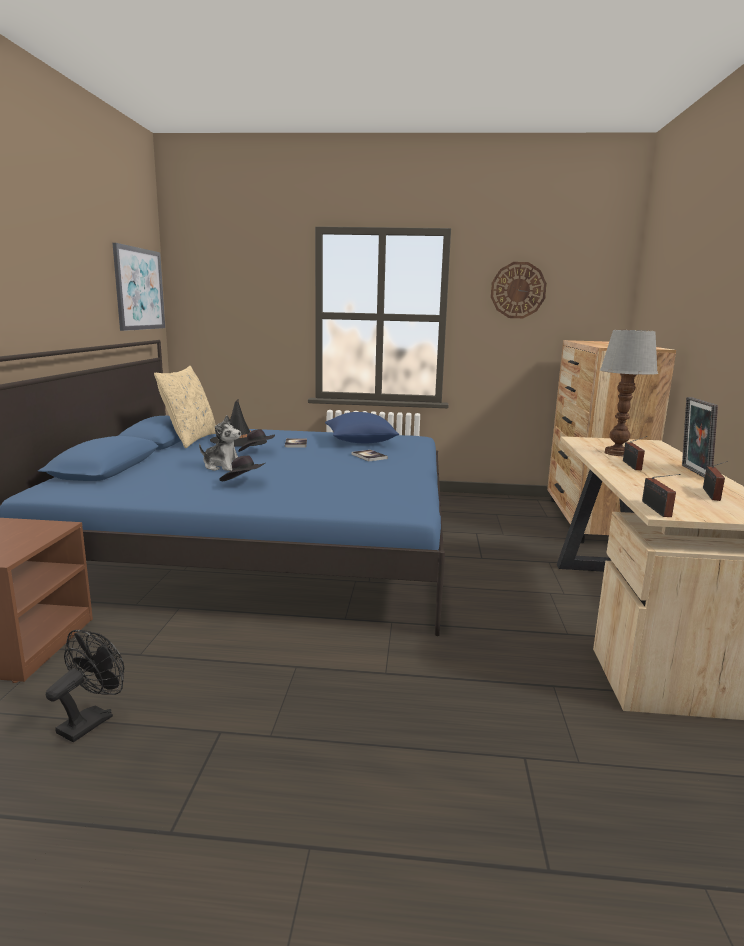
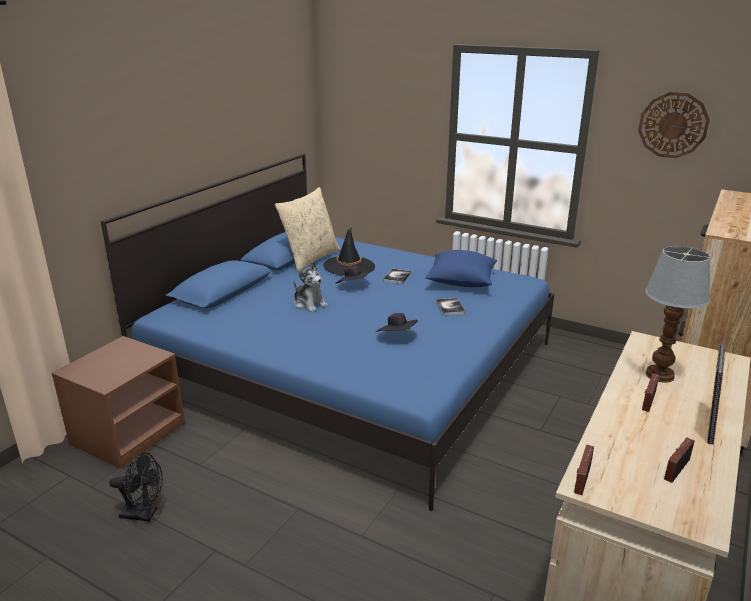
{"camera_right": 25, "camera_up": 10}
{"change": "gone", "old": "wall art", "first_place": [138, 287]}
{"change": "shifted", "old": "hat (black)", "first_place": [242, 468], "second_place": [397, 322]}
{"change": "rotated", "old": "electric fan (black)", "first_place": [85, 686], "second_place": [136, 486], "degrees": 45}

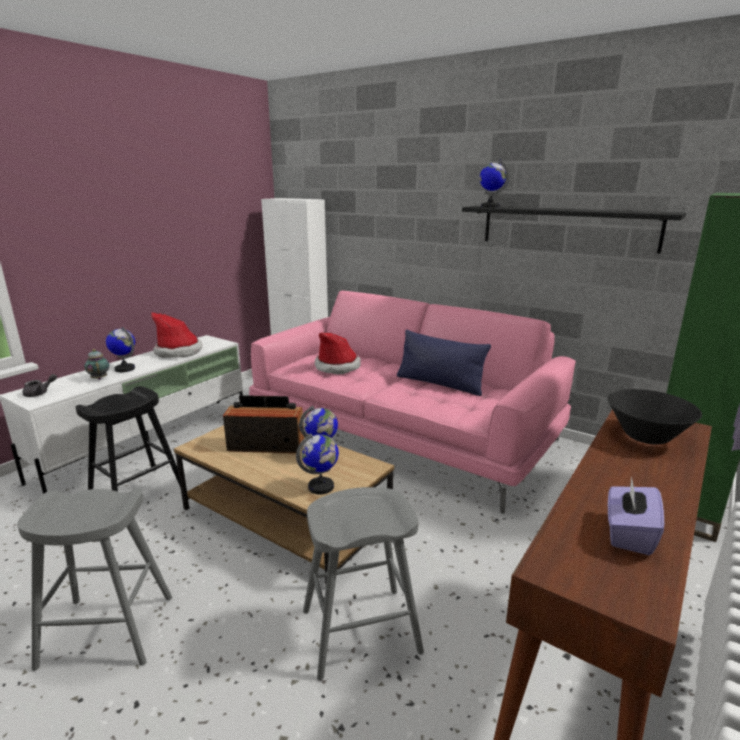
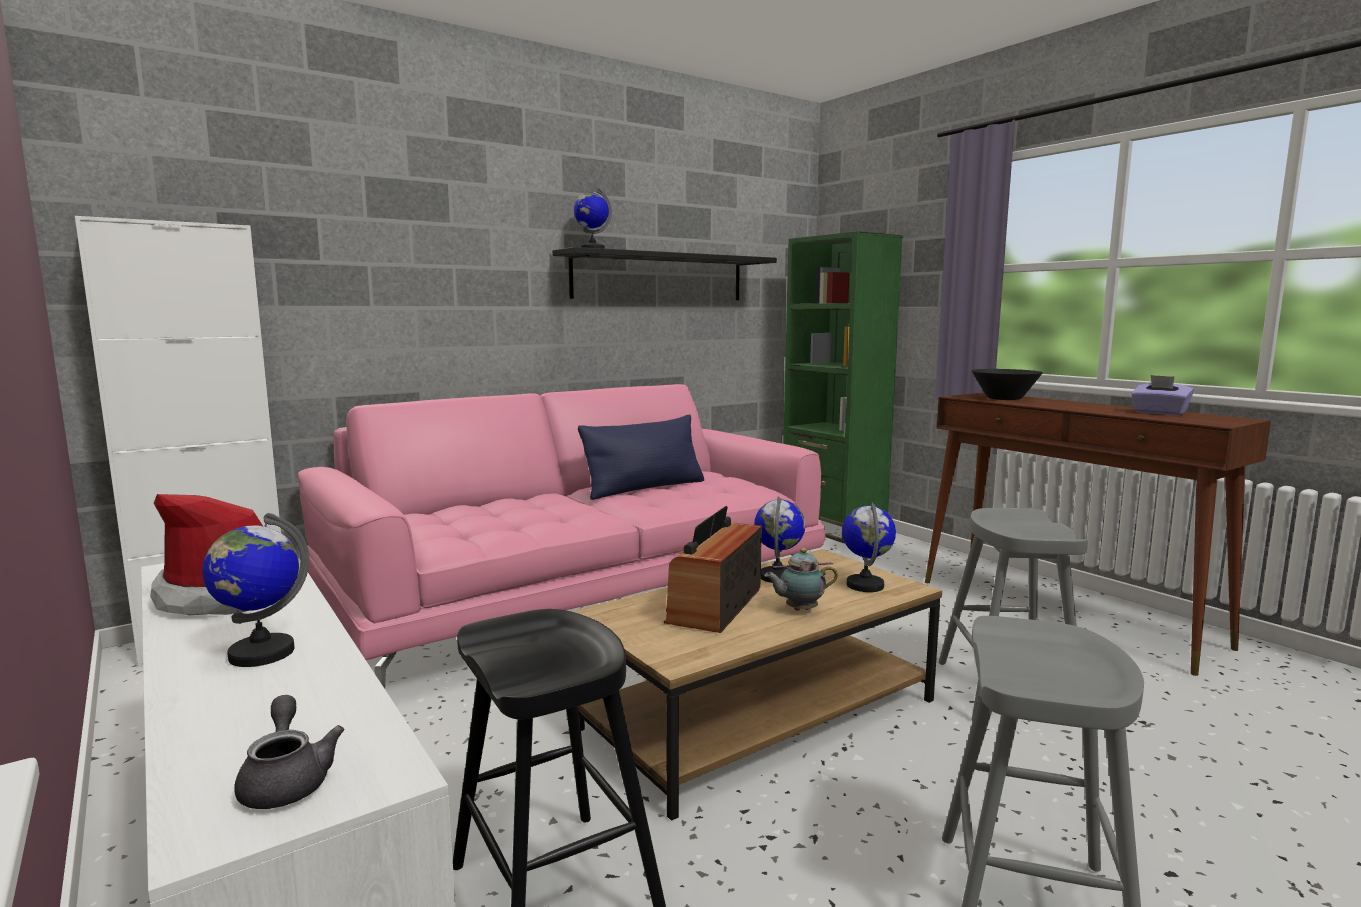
{"camera_right": -70, "camera_up": -10}
{"change": "gone", "old": "hat", "first_place": [338, 353]}
{"change": "shifted", "old": "tea pot", "first_place": [96, 364], "second_place": [801, 579]}

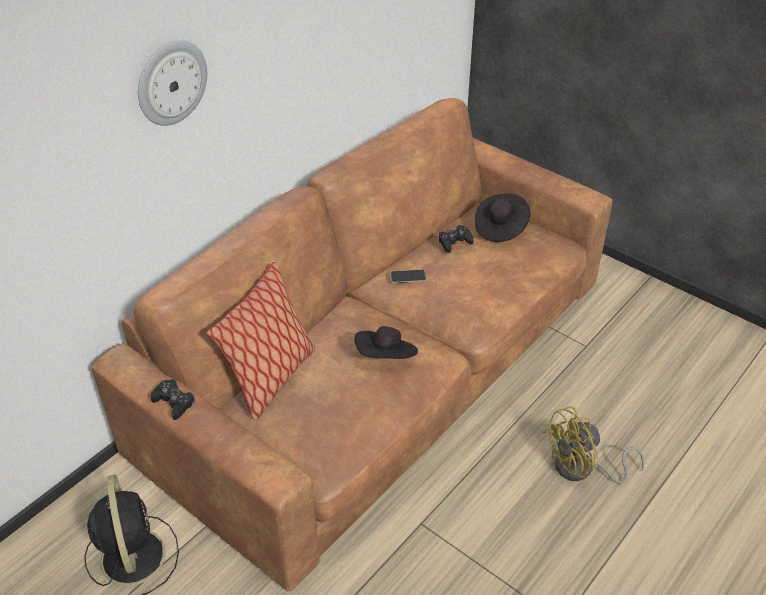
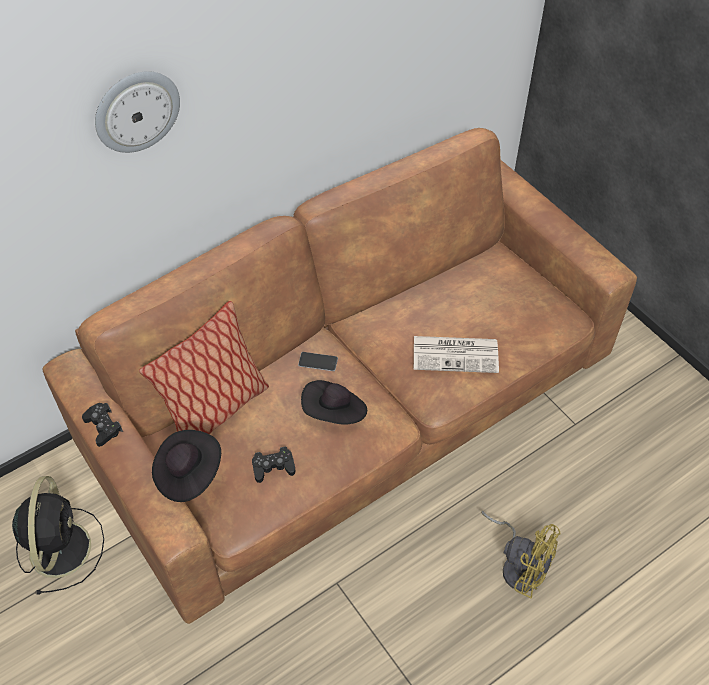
{"camera_right": 15, "camera_up": 10}
{"change": "shifted", "old": "hat (black)", "first_place": [502, 217], "second_place": [186, 466]}
{"change": "shifted", "old": "gamepad (black)", "first_place": [456, 239], "second_place": [273, 465]}
{"change": "shifted", "old": "phone", "first_place": [408, 276], "second_place": [318, 361]}
{"change": "rotated", "old": "electric fan (yellow-coloured)", "first_place": [594, 445], "second_place": [521, 555], "degrees": -135}
{"change": "new", "new": "daily paper", "second_place": [456, 354]}

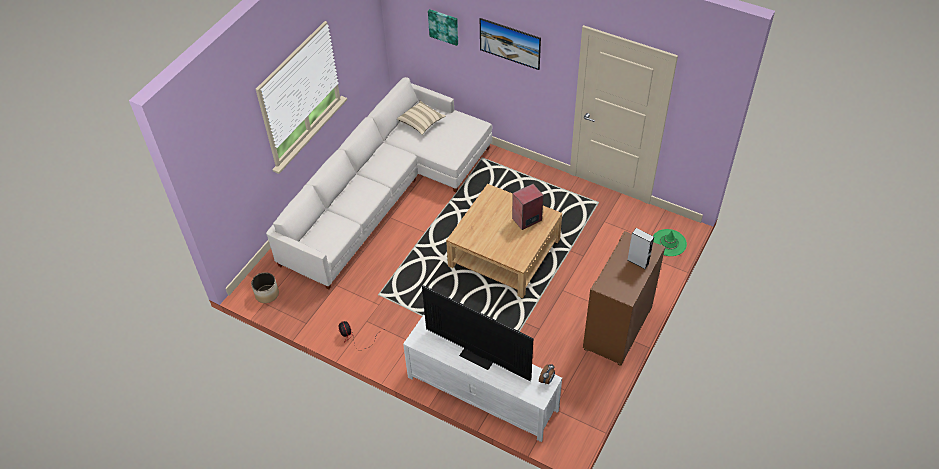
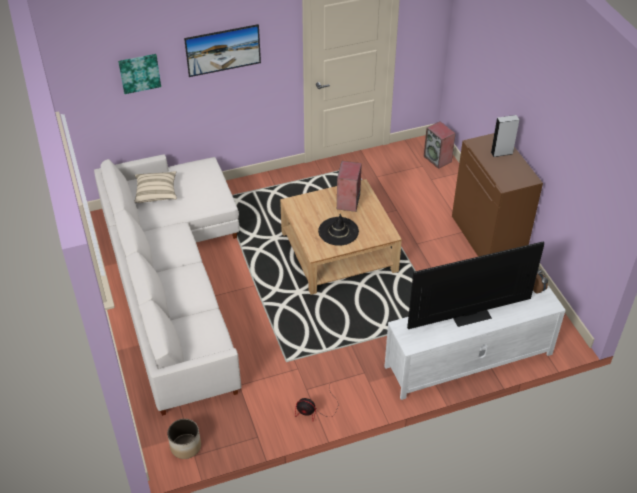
{"camera_right": -50, "camera_up": -5}
{"change": "swapped", "old": "hat (green)", "new": "audio speaker", "first_place": [670, 242], "second_place": [439, 145]}
{"change": "new", "new": "hat (black)", "second_place": [338, 230]}

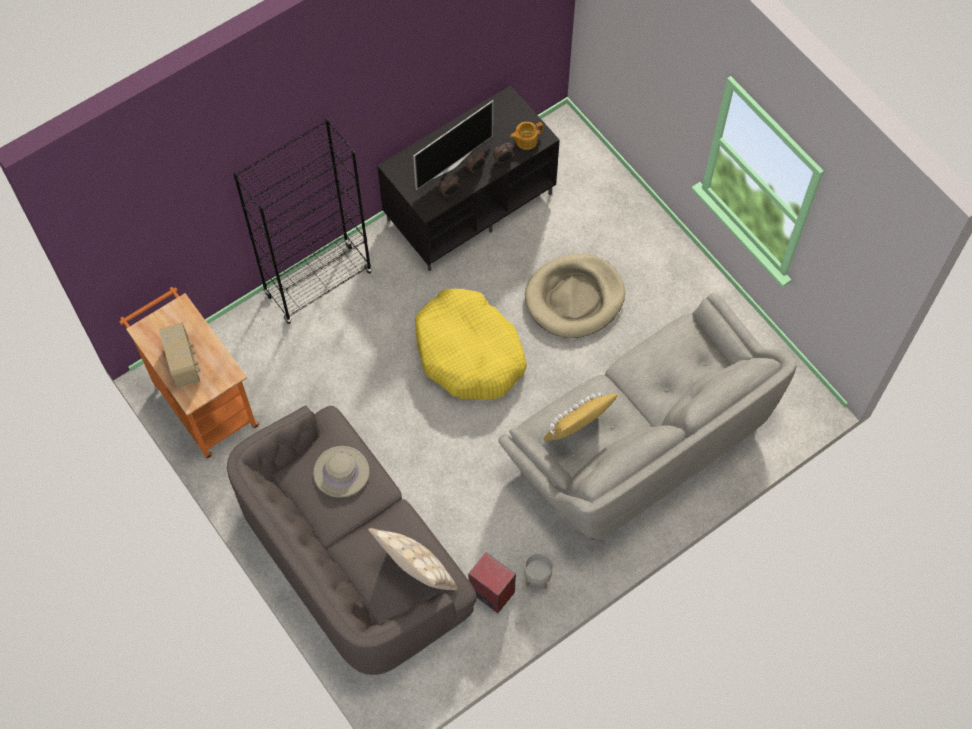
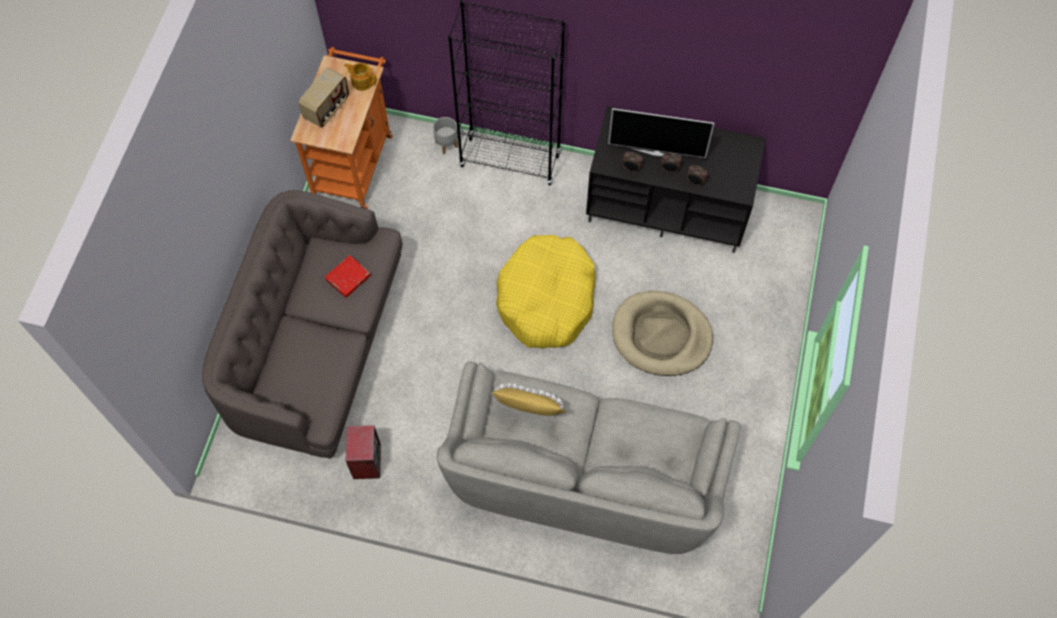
{"camera_right": 50, "camera_up": 0}
{"change": "shifted", "old": "tea pot", "first_place": [526, 136], "second_place": [360, 77]}
{"change": "swapped", "old": "hat (sand-coloured)", "new": "bound book (red-coloured)", "first_place": [341, 471], "second_place": [348, 276]}
{"change": "gone", "old": "cushion (sand-coloured)", "first_place": [412, 559]}
{"change": "shifted", "old": "plant pot (greyish)", "first_place": [538, 571], "second_place": [445, 136]}

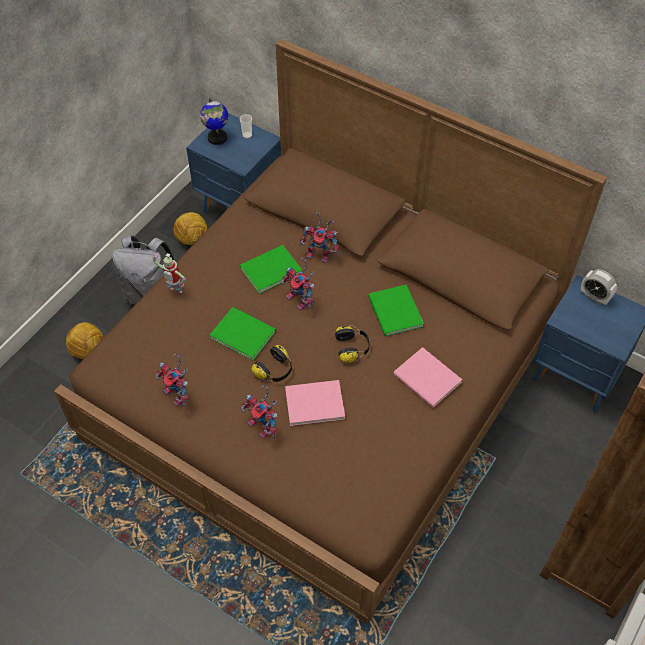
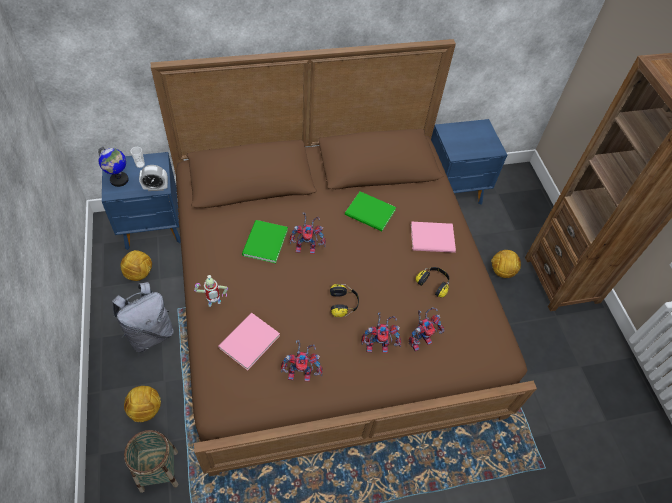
{"camera_right": -50, "camera_up": 0}
{"change": "shifted", "old": "toy robot", "first_place": [319, 237], "second_place": [427, 329]}
{"change": "shifted", "old": "alarm clock", "first_place": [599, 287], "second_place": [153, 178]}
{"change": "gone", "old": "bound book (green)", "first_place": [243, 334]}
{"change": "shifted", "old": "pair of headphones", "first_place": [352, 344], "second_place": [433, 282]}
{"change": "shifted", "old": "bound book (pinkish)", "first_place": [315, 403], "second_place": [249, 341]}
{"change": "new", "new": "football ball", "second_place": [506, 264]}
{"change": "new", "new": "storage basket", "second_place": [151, 461]}

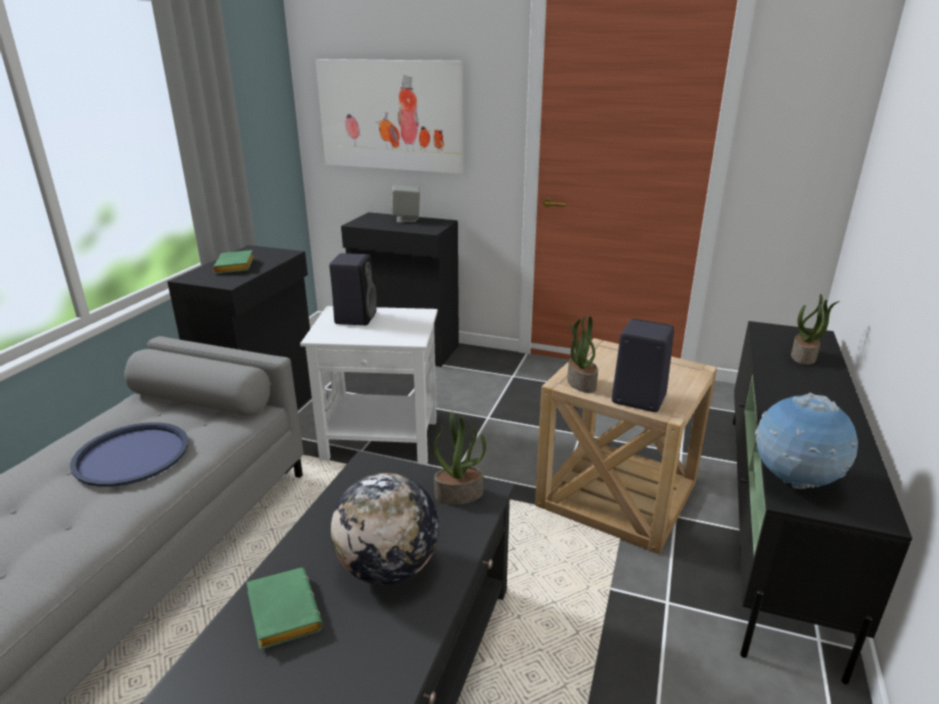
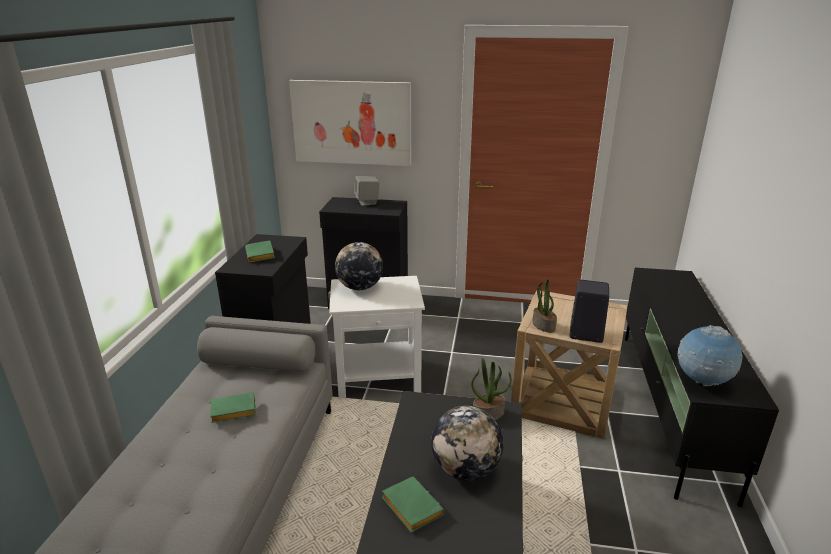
{"camera_right": -10, "camera_up": 0}
{"change": "swapped", "old": "audio speaker (black)", "new": "world globe", "first_place": [353, 289], "second_place": [359, 266]}
{"change": "gone", "old": "houseplant", "first_place": [815, 329]}
{"change": "swapped", "old": "tray (blue)", "new": "bound book (green)", "first_place": [129, 454], "second_place": [233, 407]}

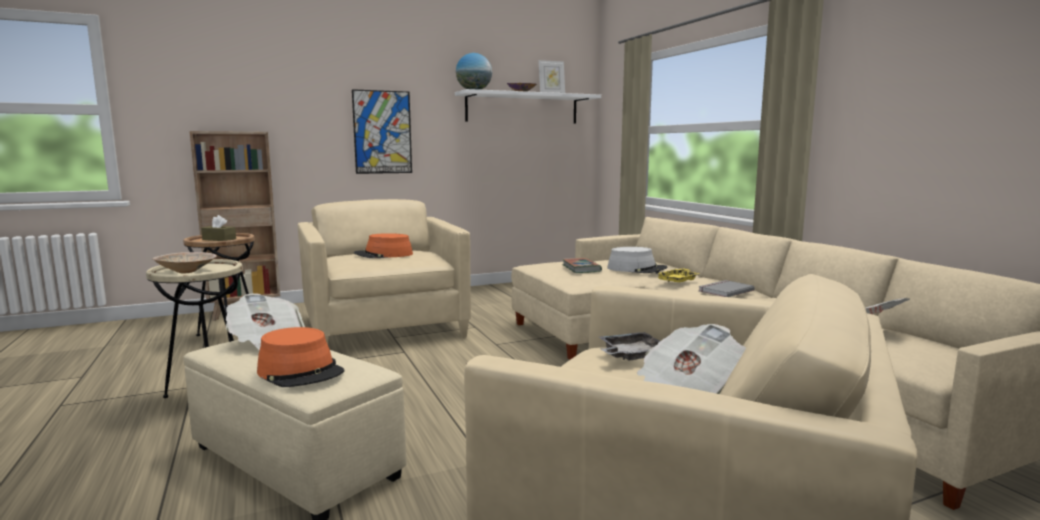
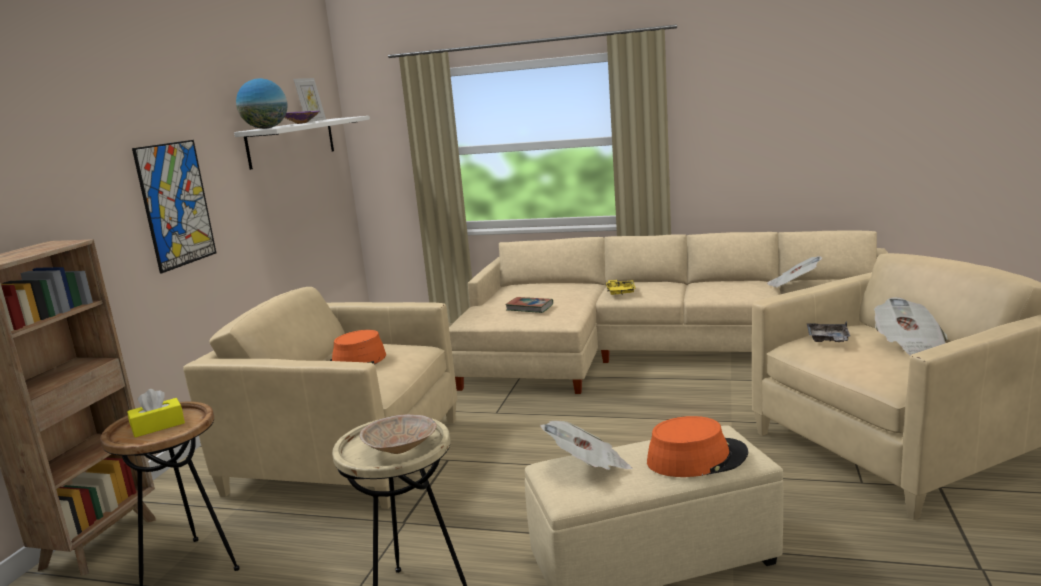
{"camera_right": -50, "camera_up": 5}
{"change": "repainted", "old": "box of tissues (brown-coloured)", "new": "box of tissues (yellow-coloured)", "first_place": [218, 228], "second_place": [156, 413]}
{"change": "gone", "old": "hat (greyish)", "first_place": [637, 260]}
{"change": "gone", "old": "bound book (greyish)", "first_place": [726, 288]}

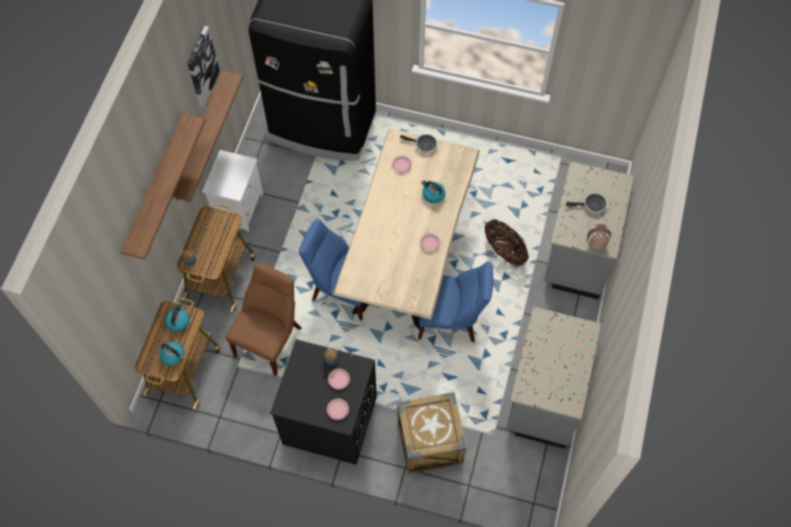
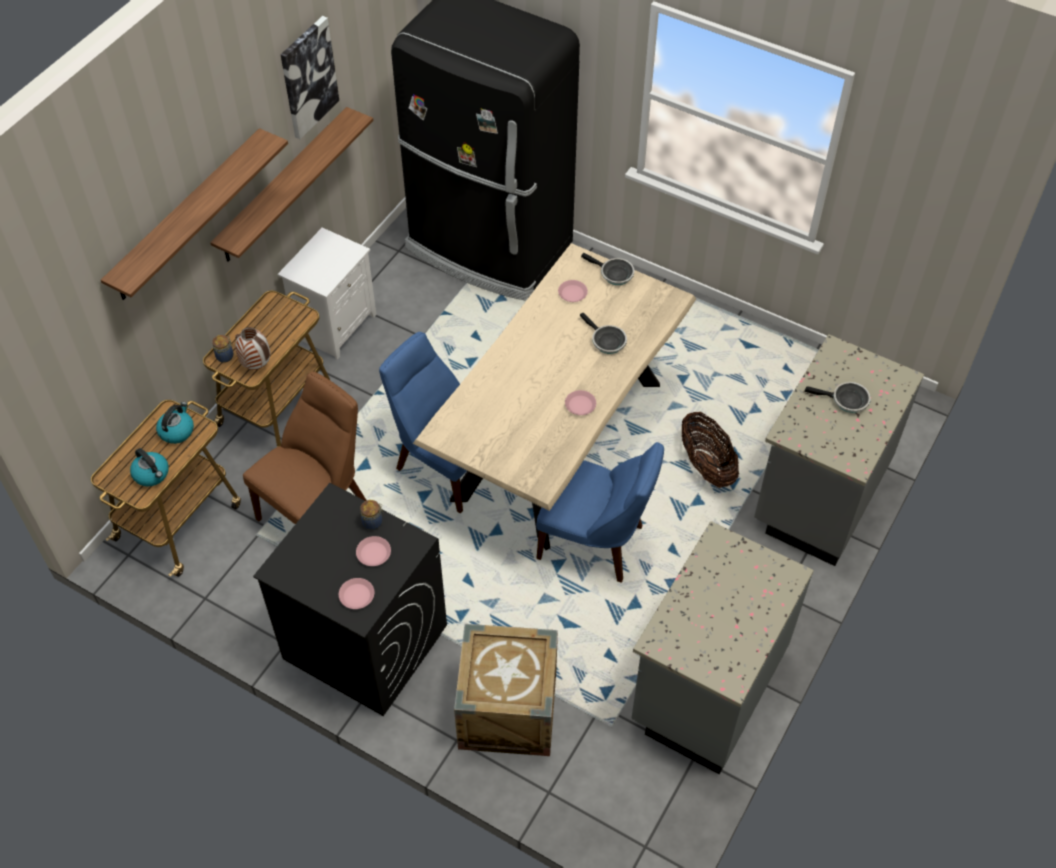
{"camera_right": 15, "camera_up": -10}
{"change": "swapped", "old": "water kettle", "new": "frying pan", "first_place": [433, 191], "second_place": [603, 333]}
{"change": "shifted", "old": "flower vase", "first_place": [599, 237], "second_place": [252, 348]}

